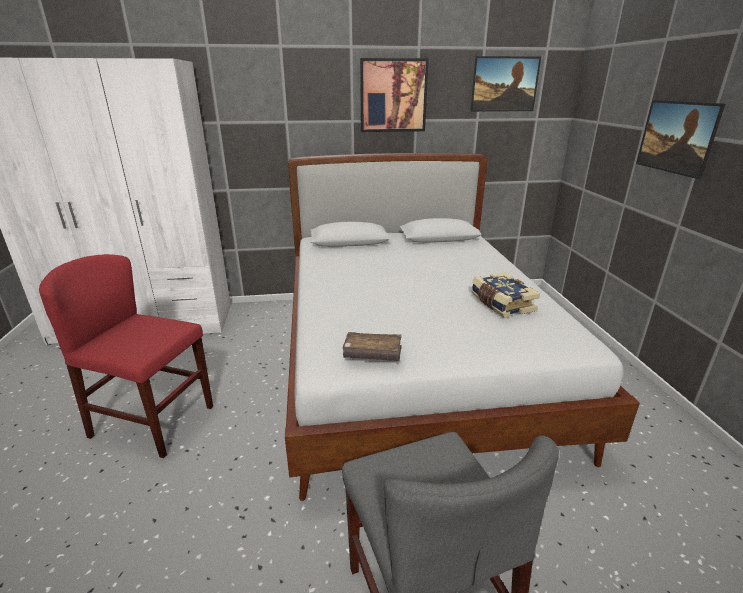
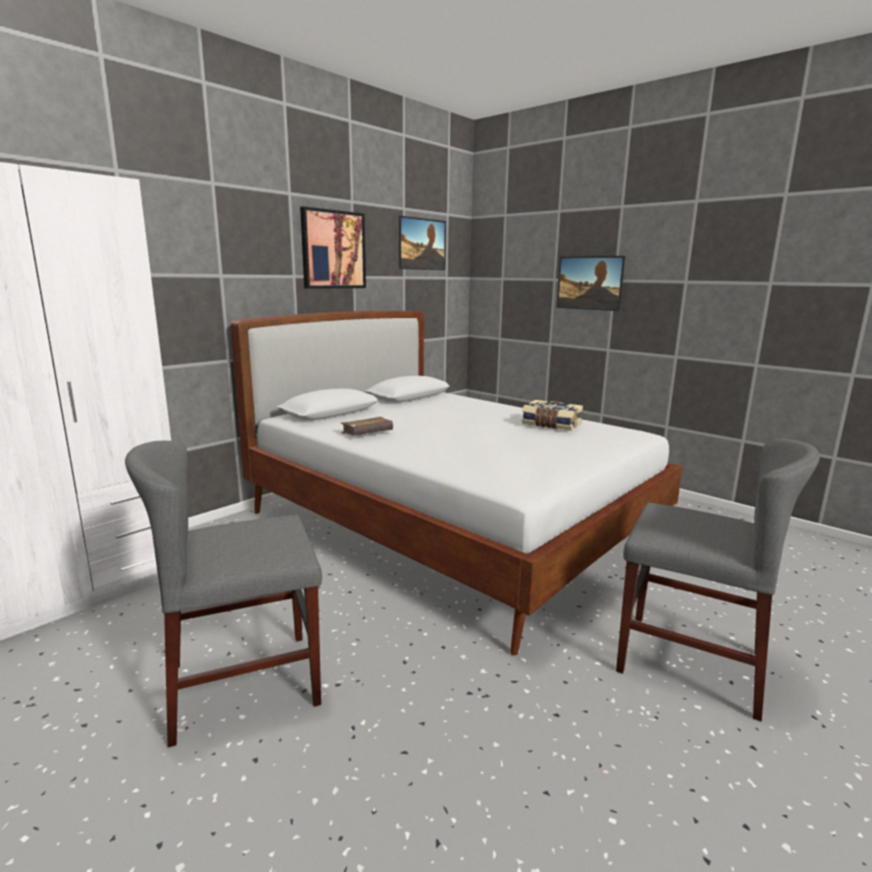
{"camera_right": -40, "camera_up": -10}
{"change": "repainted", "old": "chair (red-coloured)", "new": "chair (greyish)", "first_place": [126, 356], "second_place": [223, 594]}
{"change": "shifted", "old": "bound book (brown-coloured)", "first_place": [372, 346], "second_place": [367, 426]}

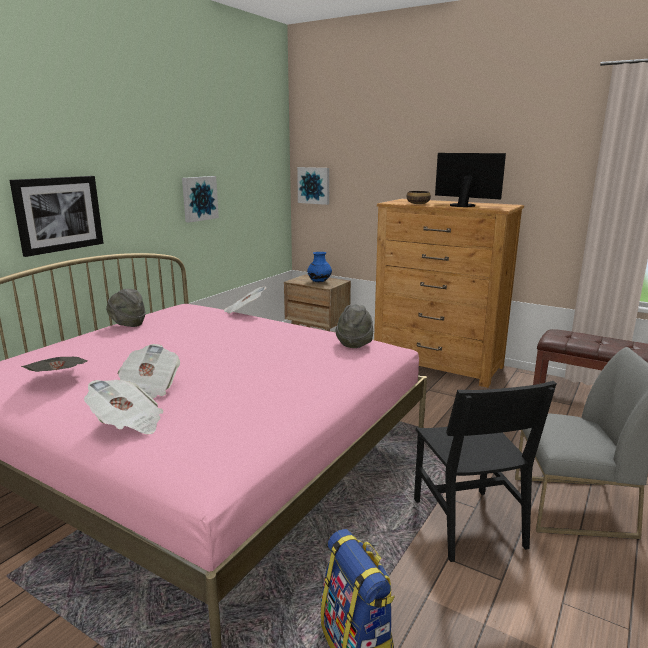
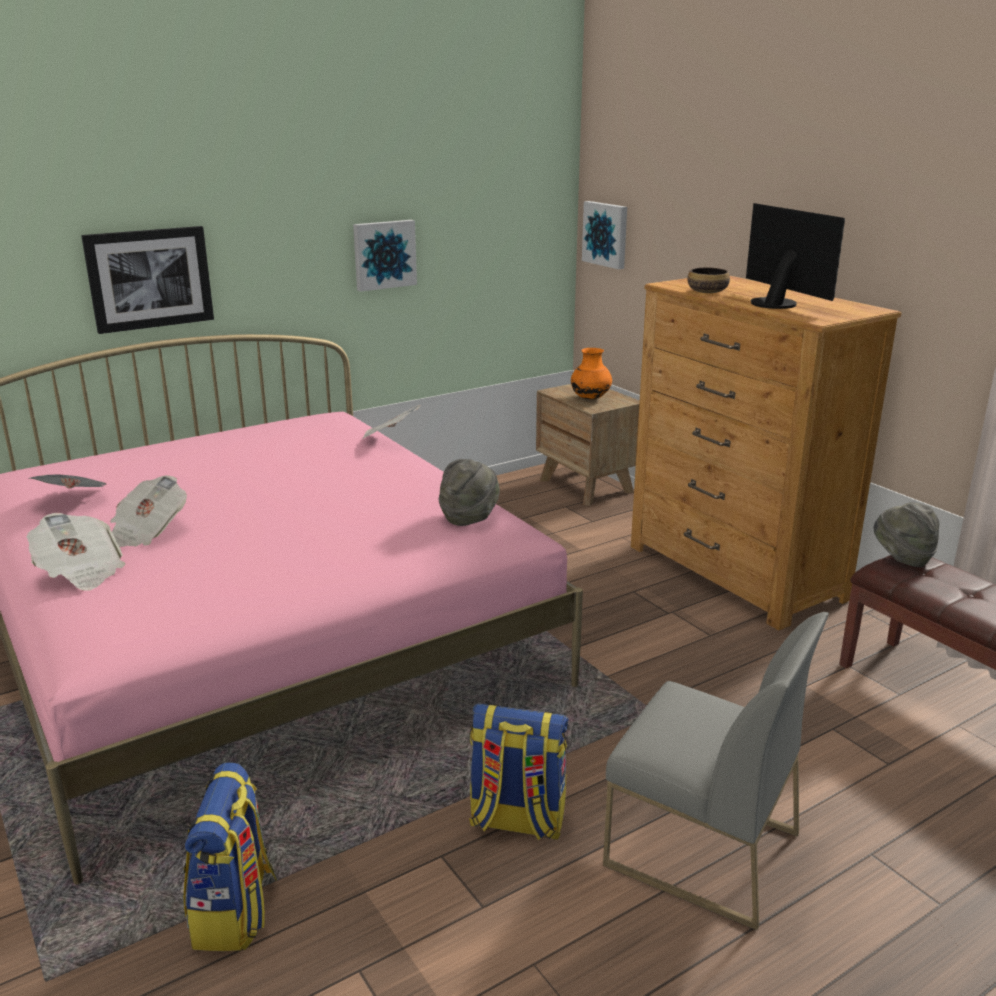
{"camera_right": 25, "camera_up": 5}
{"change": "repainted", "old": "flower vase (blue)", "new": "flower vase (orange-coloured)", "first_place": [319, 267], "second_place": [591, 373]}
{"change": "shifted", "old": "hat (greyish)", "first_place": [126, 308], "second_place": [906, 534]}
{"change": "swapped", "old": "chair (black)", "new": "backpack", "first_place": [485, 471], "second_place": [518, 772]}

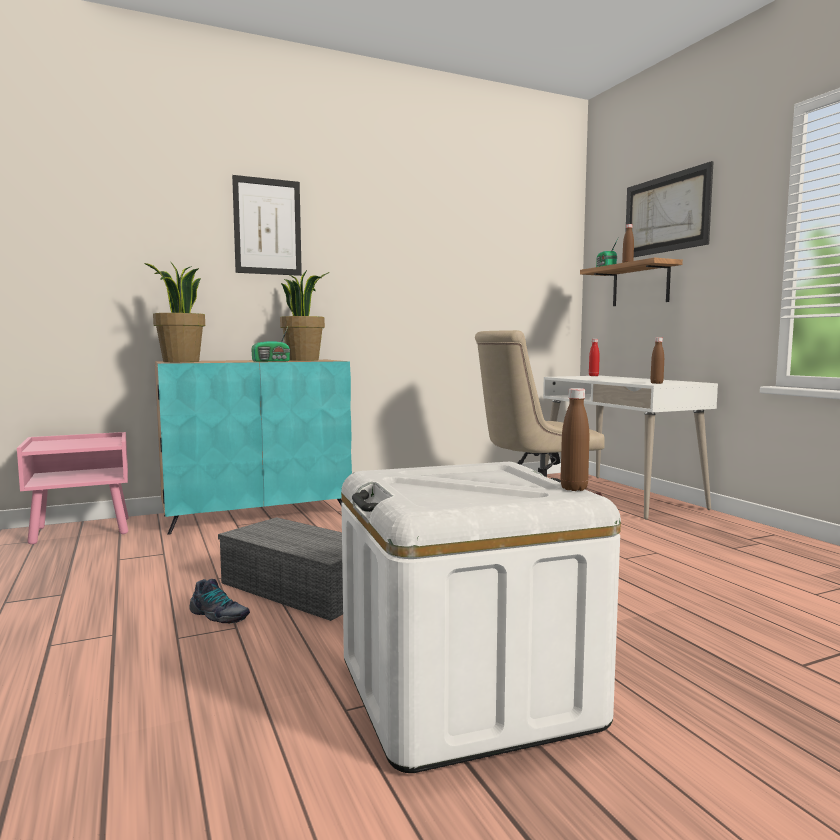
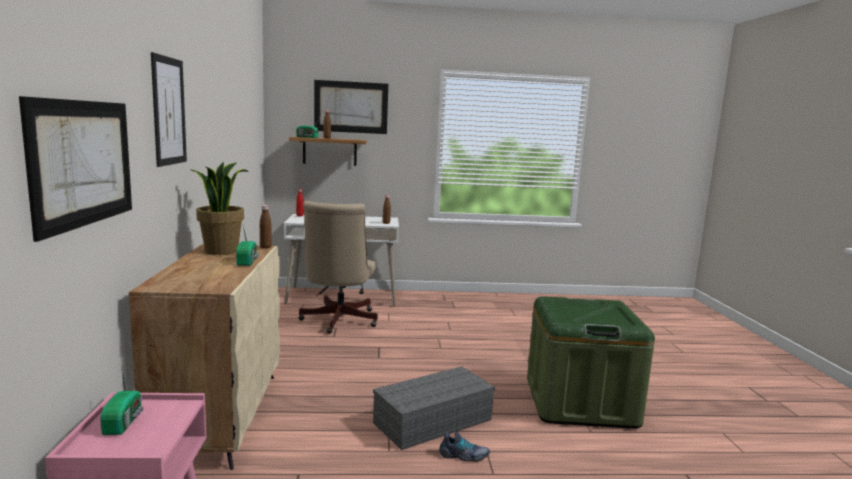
{"camera_right": -70, "camera_up": 5}
{"change": "gone", "old": "houseplant", "first_place": [174, 311]}
{"change": "repainted", "old": "cabinet (turquoise-coloured)", "new": "cabinet (sand-coloured)", "first_place": [253, 447], "second_place": [204, 357]}
{"change": "shifted", "old": "drink bottle (brown-coloured)", "first_place": [575, 439], "second_place": [266, 227]}
{"change": "repainted", "old": "storage container (white)", "new": "storage container (green)", "first_place": [481, 617], "second_place": [591, 362]}
{"change": "rotated", "old": "item of footwear", "first_place": [219, 601], "second_place": [464, 446], "degrees": 45}
{"change": "new", "new": "wall art", "second_place": [75, 169]}
{"change": "new", "new": "radio", "second_place": [121, 400]}

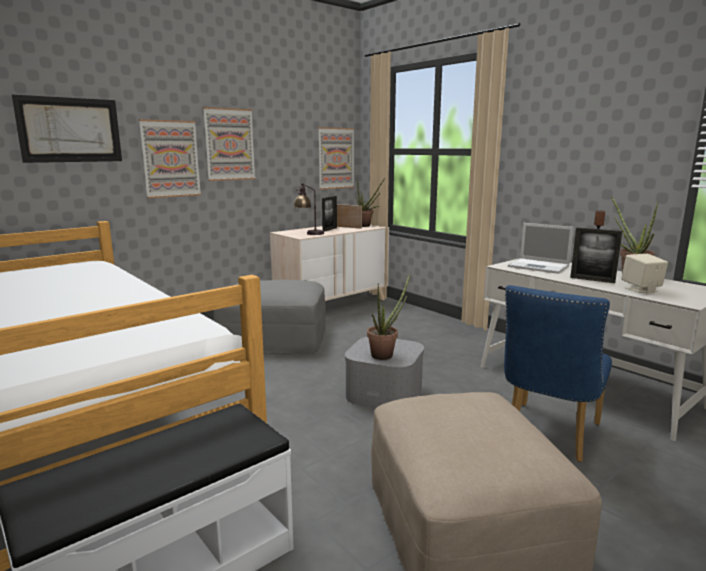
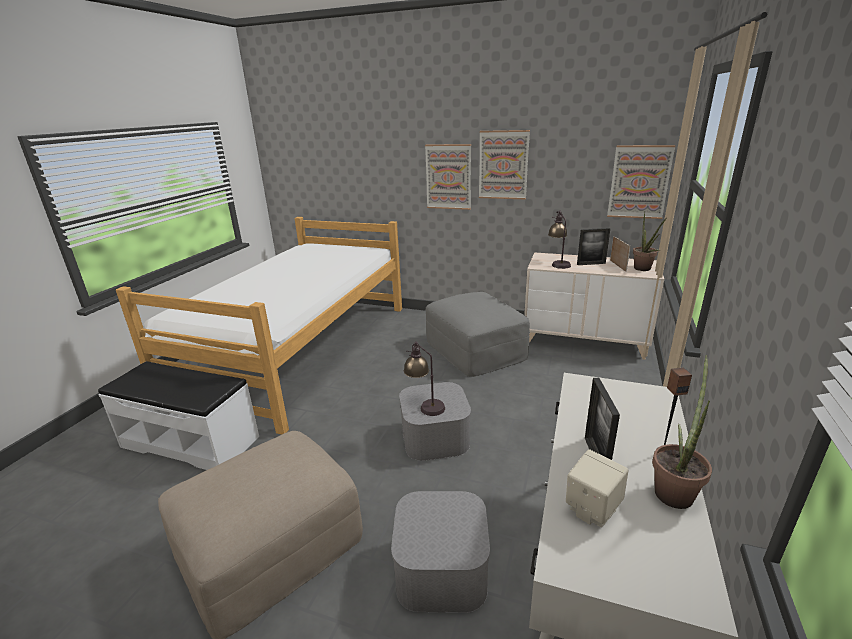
{"camera_right": 60, "camera_up": 10}
{"change": "gone", "old": "wall art", "first_place": [67, 129]}
{"change": "gone", "old": "portable computer", "first_place": [541, 248]}
{"change": "swapped", "old": "houseplant", "new": "tabletop lamp", "first_place": [388, 317], "second_place": [424, 378]}
{"change": "swapped", "old": "chair (blue)", "new": "storage container (greyish)", "first_place": [558, 373], "second_place": [440, 552]}

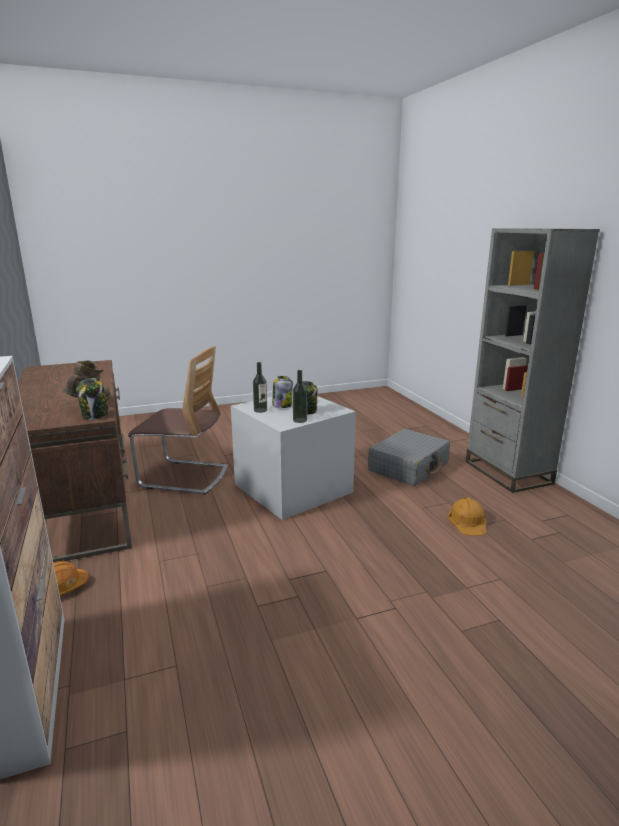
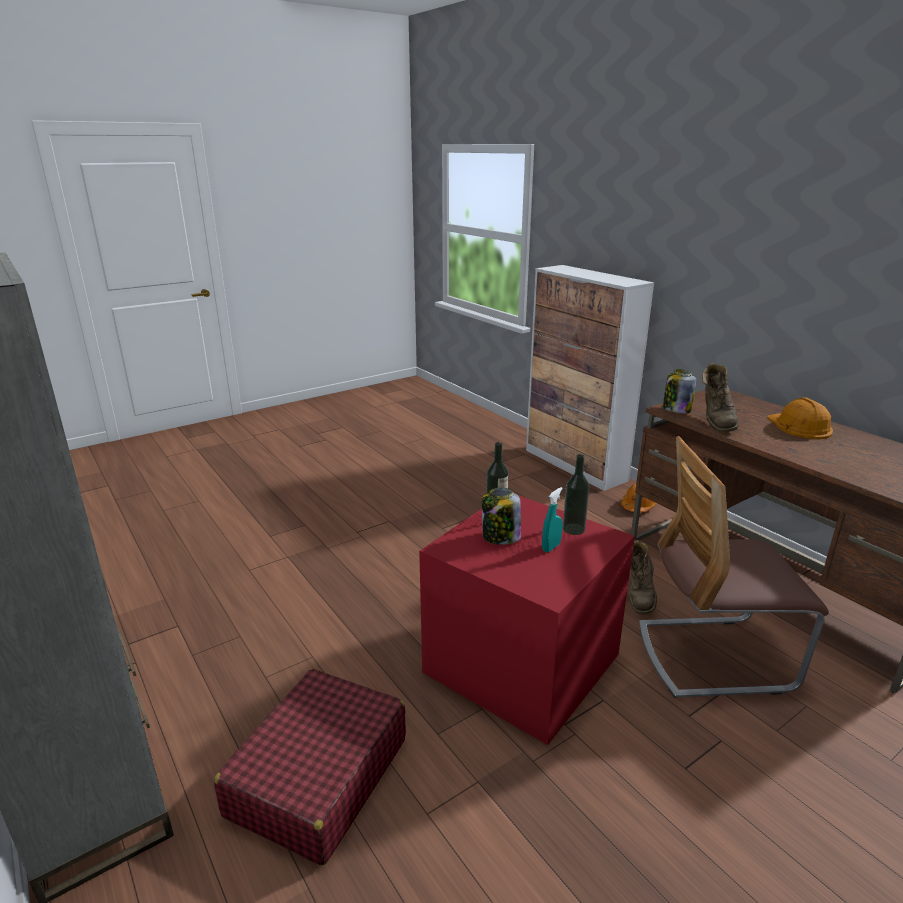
{"camera_right": 165, "camera_up": 5}
{"change": "swapped", "old": "preserve jar", "new": "hand sprayer (turquoise-coloured)", "first_place": [282, 392], "second_place": [552, 519]}
{"change": "repainted", "old": "storage container (greyish)", "new": "storage container (red-coloured)", "first_place": [293, 456], "second_place": [527, 620]}
{"change": "repainted", "old": "piece of luggage (greyish)", "new": "piece of luggage (red-coloured)", "first_place": [409, 457], "second_place": [310, 767]}
{"change": "shifted", "old": "work helmet (orange-coloured)", "first_place": [467, 516], "second_place": [800, 418]}
{"change": "new", "new": "tall boot (brown-coloured)", "second_place": [643, 577]}

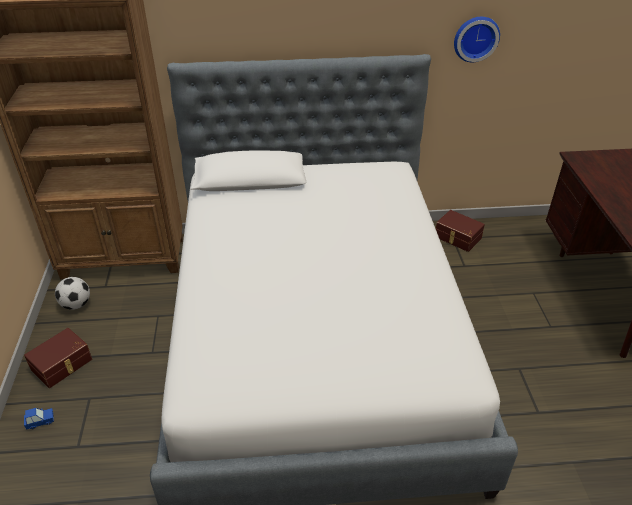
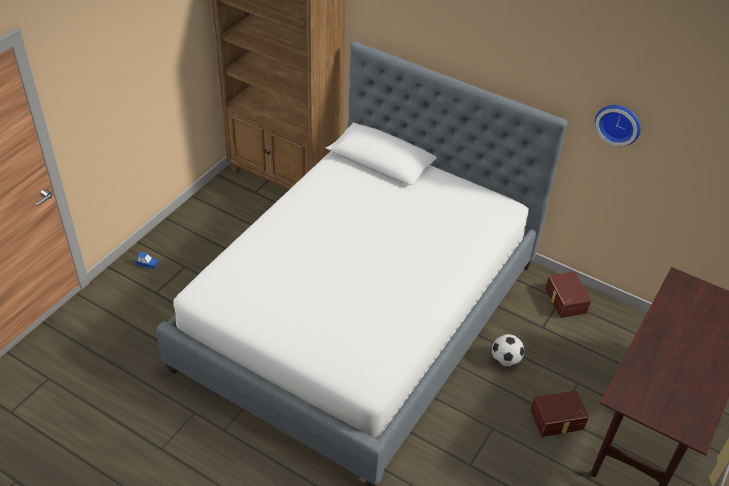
{"camera_right": 35, "camera_up": 5}
{"change": "shifted", "old": "football ball", "first_place": [72, 293], "second_place": [508, 350]}
{"change": "shifted", "old": "storage container (brown-coloured)", "first_place": [58, 358], "second_place": [559, 414]}

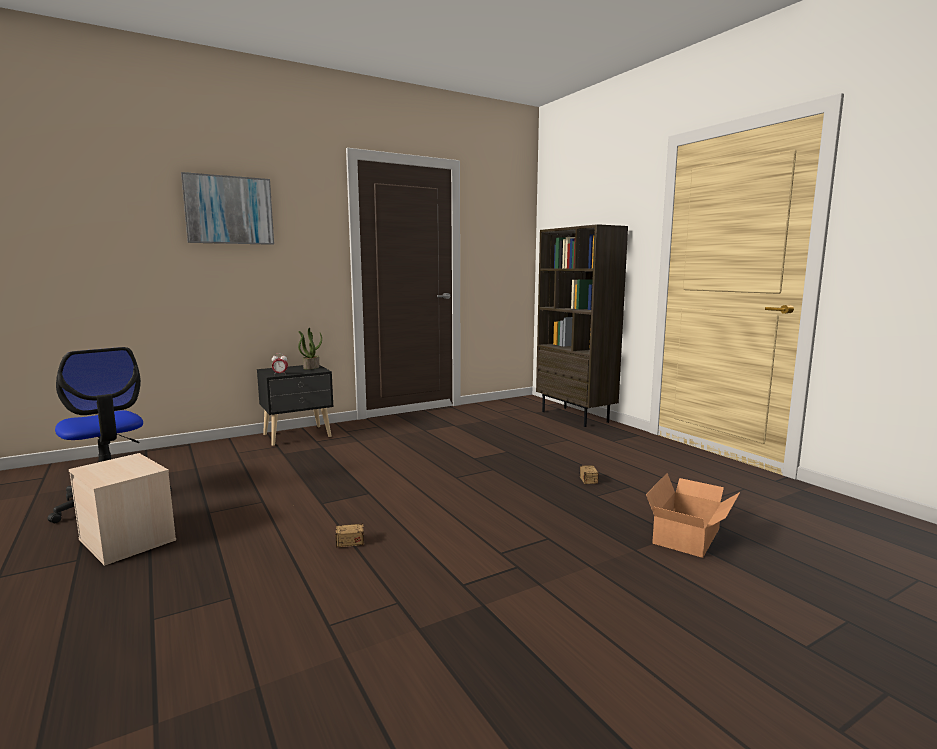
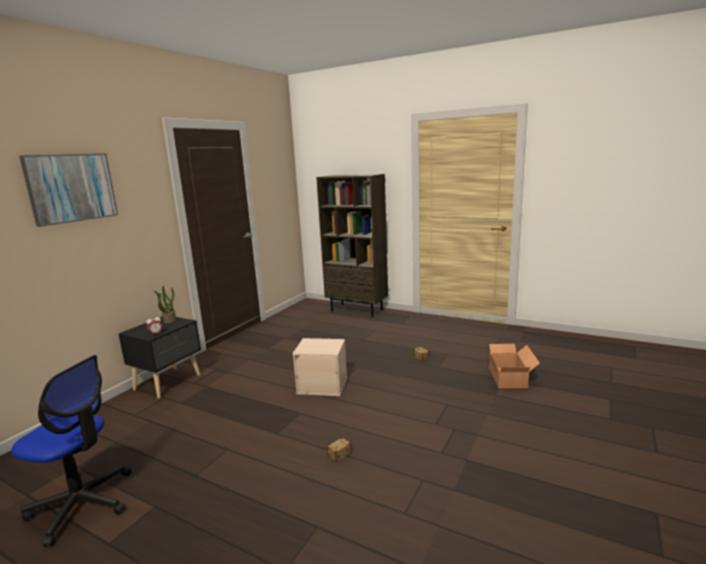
{"camera_right": -30, "camera_up": 5}
{"change": "shifted", "old": "storage container (sand-coloured)", "first_place": [122, 509], "second_place": [319, 367]}

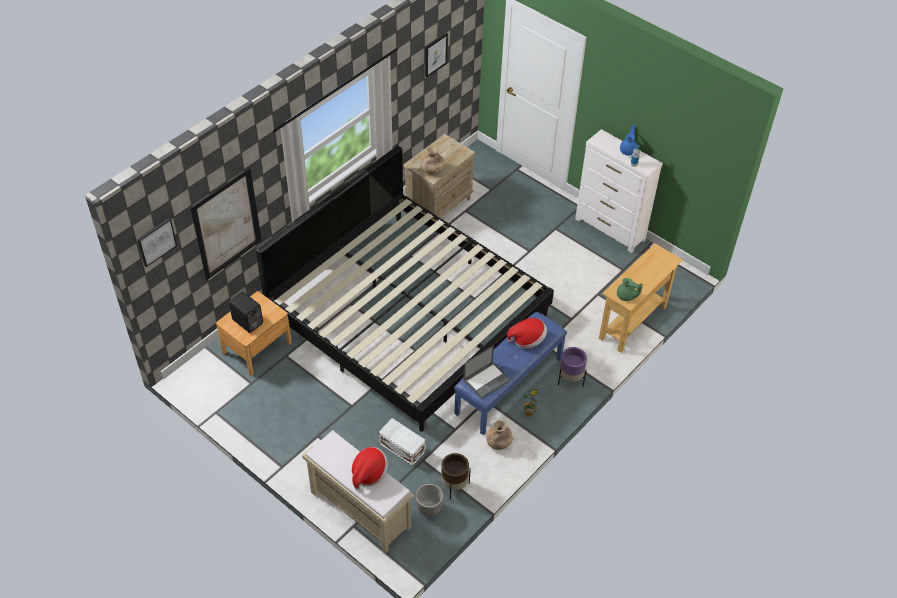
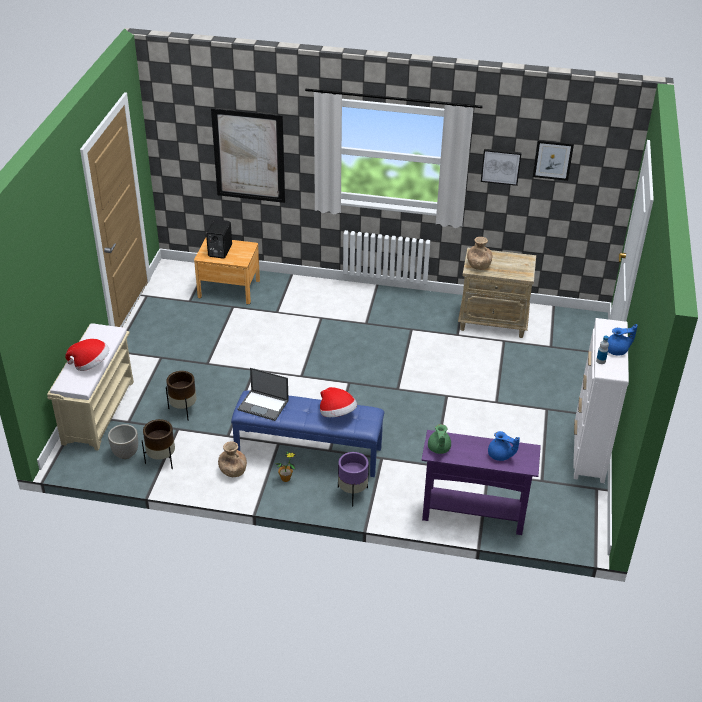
{"camera_right": 60, "camera_up": -10}
{"change": "gone", "old": "bed", "first_place": [404, 289]}
{"change": "shifted", "old": "wall art", "first_place": [157, 242], "second_place": [501, 167]}
{"change": "repainted", "old": "console table (sand-coloured)", "new": "console table (purple-coloured)", "first_place": [641, 298], "second_place": [481, 482]}
{"change": "swapped", "old": "storage container (white)", "new": "plant pot (brown-coloured)", "first_place": [402, 442], "second_place": [181, 396]}
{"change": "new", "new": "tea pot (blue)", "second_place": [504, 446]}

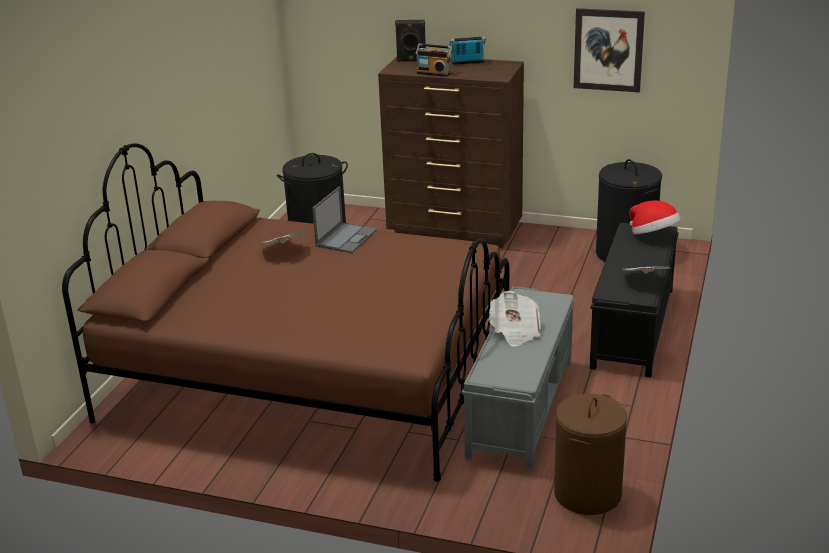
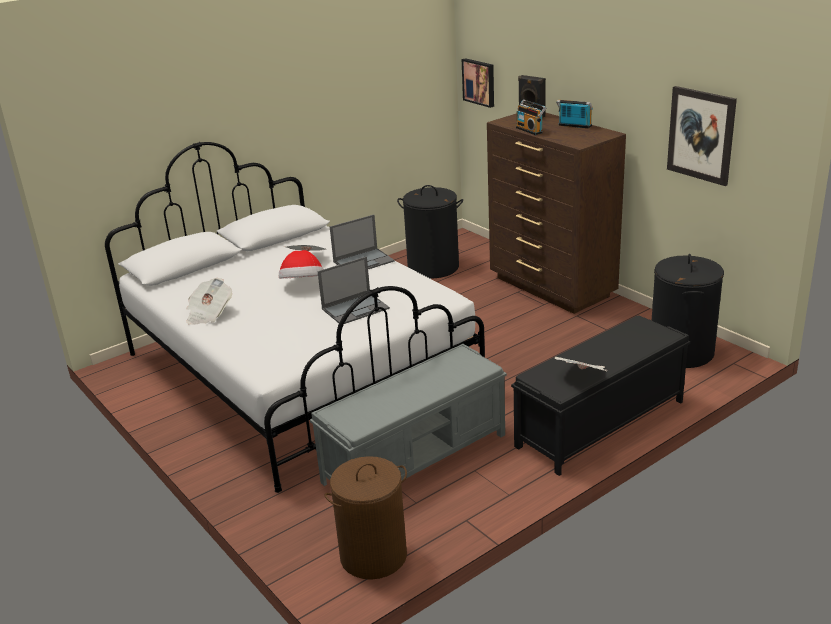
{"camera_right": 35, "camera_up": 0}
{"change": "repainted", "old": "bed (brown-coloured)", "new": "bed (white)", "first_place": [285, 312], "second_place": [295, 317]}
{"change": "shifted", "old": "hat", "first_place": [655, 217], "second_place": [301, 264]}
{"change": "shifted", "old": "daily paper", "first_place": [514, 319], "second_place": [209, 301]}
{"change": "new", "new": "wall art", "second_place": [478, 83]}
{"change": "new", "new": "portable computer", "second_place": [354, 290]}

